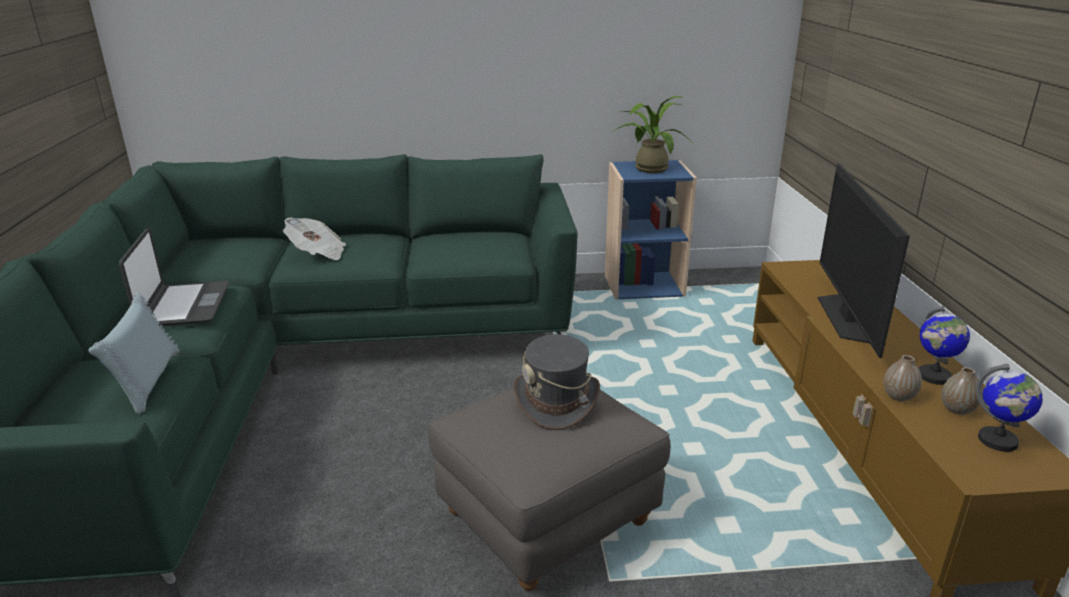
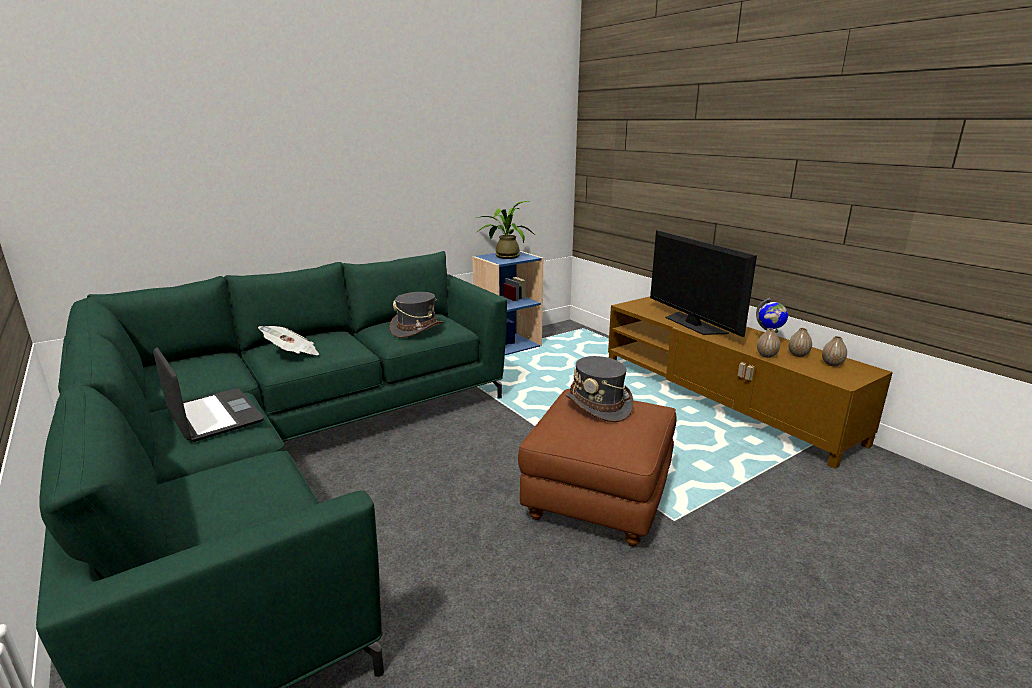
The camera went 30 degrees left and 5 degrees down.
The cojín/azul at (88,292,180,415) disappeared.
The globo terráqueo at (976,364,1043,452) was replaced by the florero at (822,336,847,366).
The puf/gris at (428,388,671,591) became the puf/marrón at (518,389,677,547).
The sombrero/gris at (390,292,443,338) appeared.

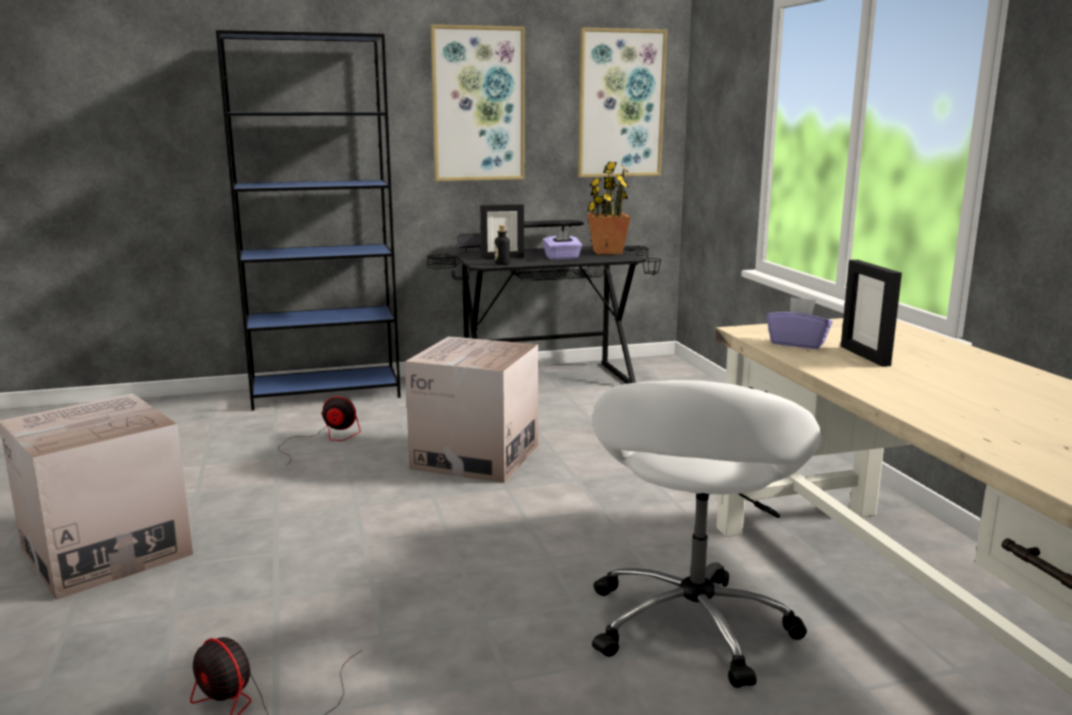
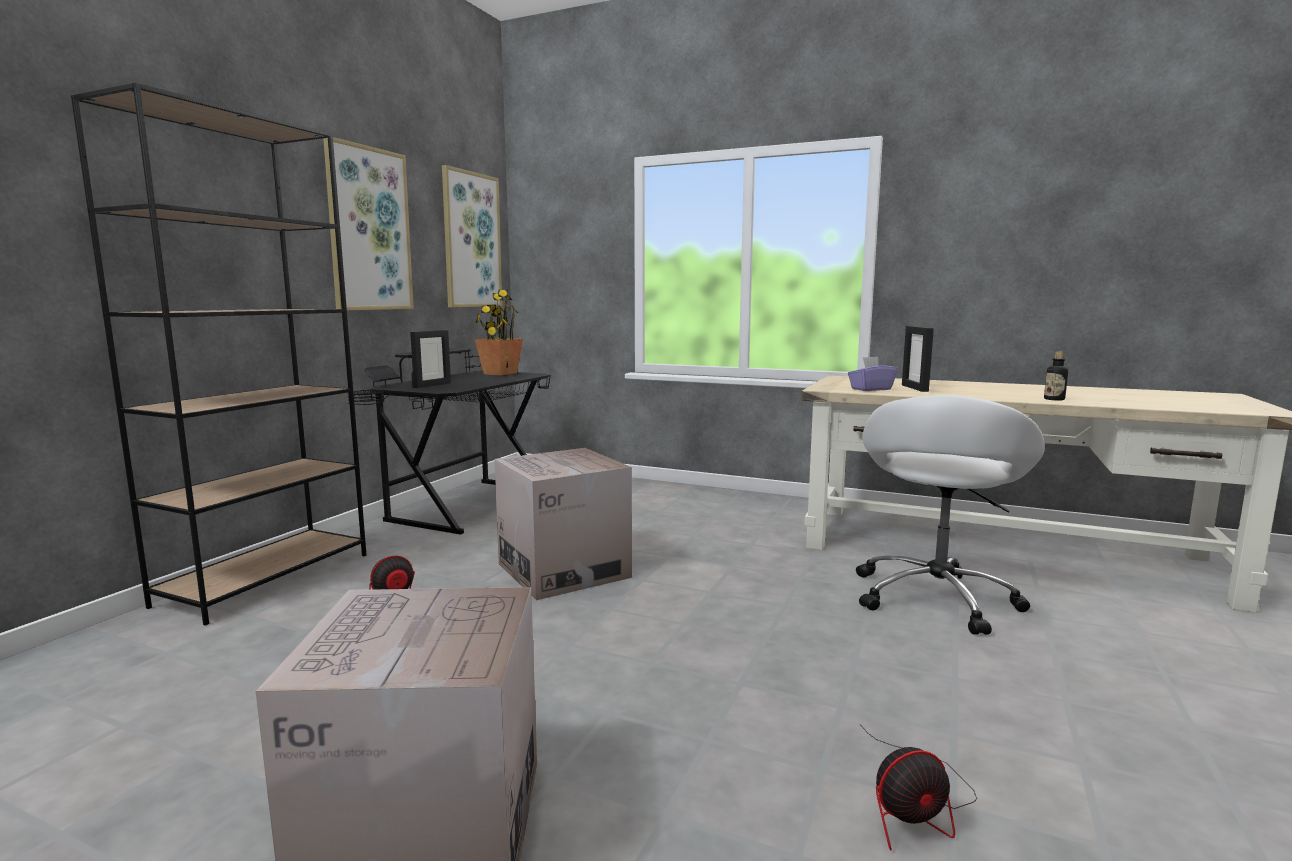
The camera went 50 degrees left and 5 degrees down.
The estantería/azul at (216,30,401,411) became the estantería/beis at (71,83,366,626).
The botella moved from (495,225,510,265) to (1044,351,1068,401).
The caja de pañuelos/morado at (543,231,582,260) disappeared.
The portarretratos at (841,260,902,367) turned 60 degrees clockwise.
The silla de oficina/blanco at (592,380,821,688) turned 60 degrees clockwise.

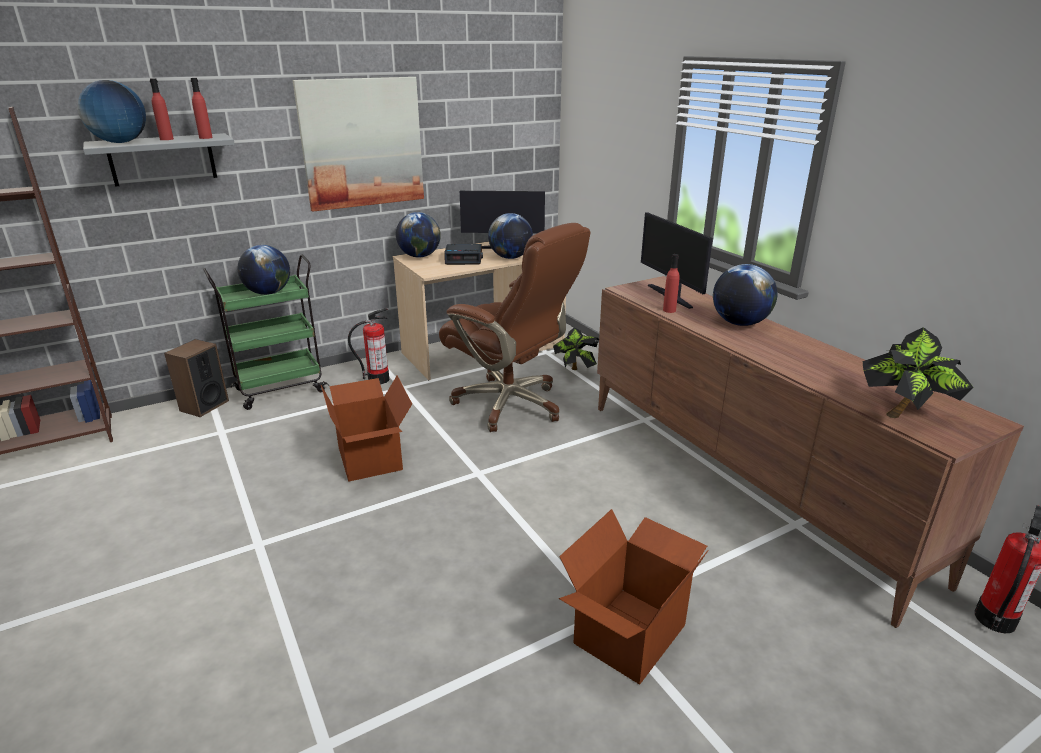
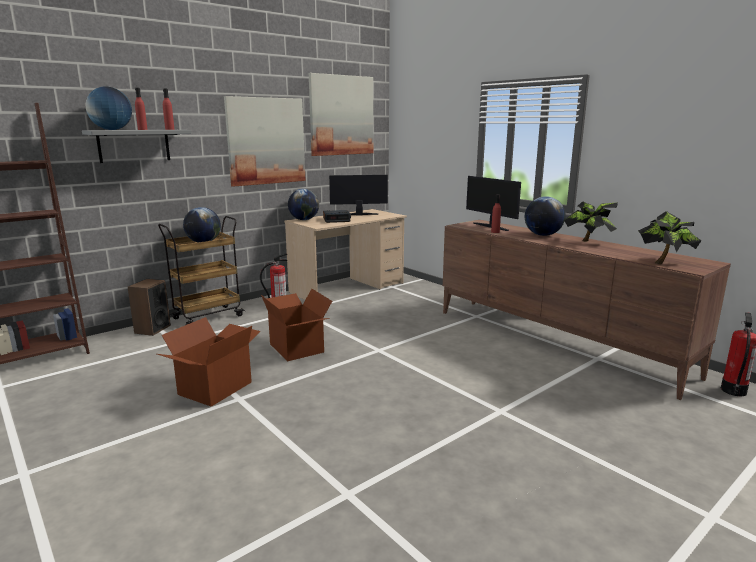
The camera went 10 degrees left and 10 degrees down.
The globo terráqueo at (488,213,533,259) disappeared.
The silla de oficina/marrón at (439,223,590,432) disappeared.
The carrito/verde at (203,255,328,410) became the carrito/marrón at (158,216,246,325).
The planta en maceta moved from (553,327,599,370) to (564,201,618,242).
The caja de cartón moved from (559,509,709,685) to (157,317,261,407).
The cuadro at (309,73,373,156) appeared.

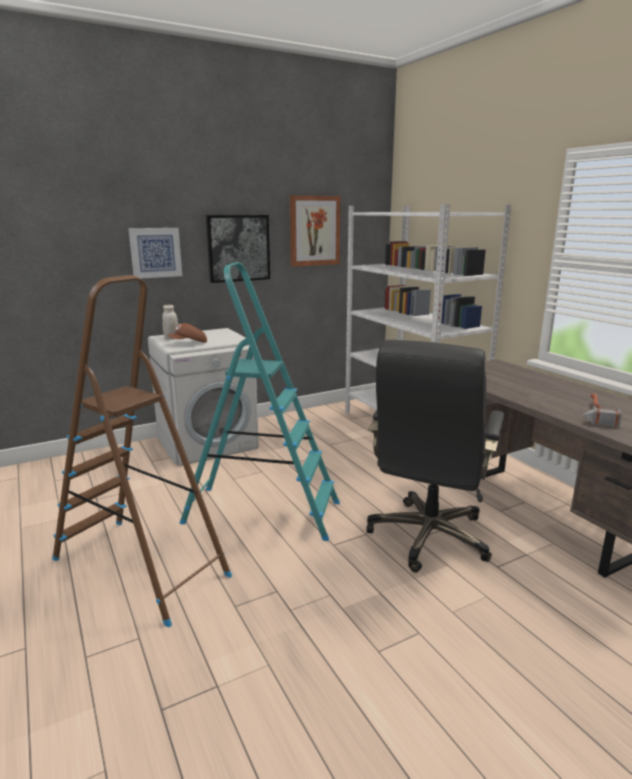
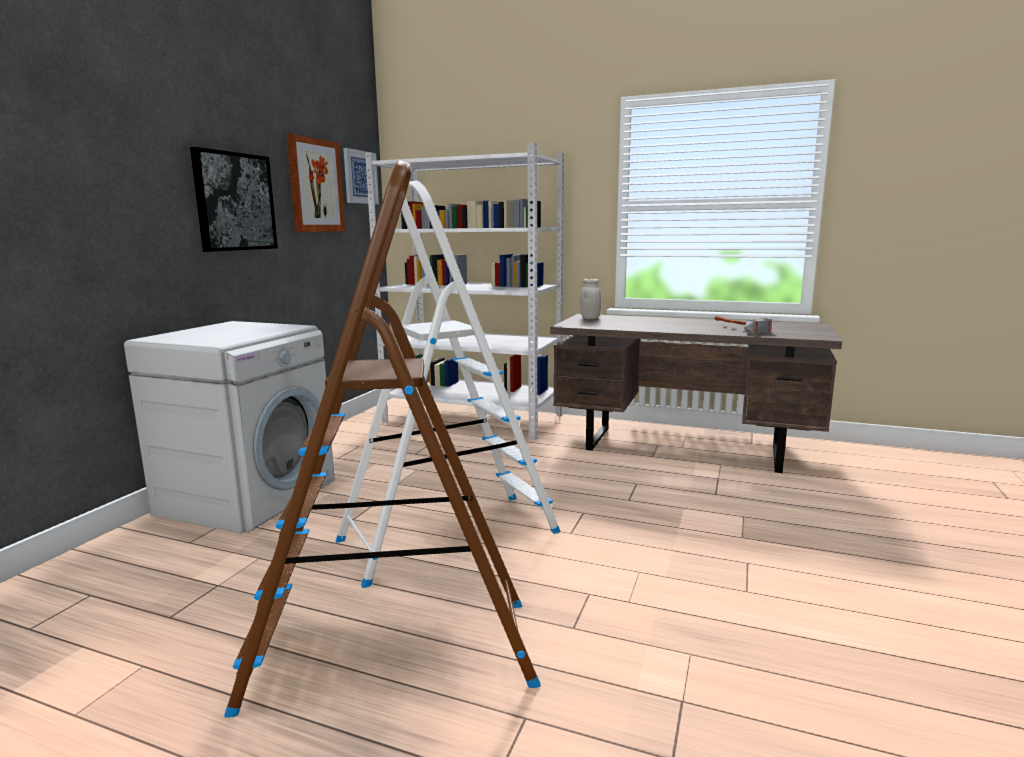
The camera went 40 degrees left and 5 degrees down.
The cuadro moved from (129,228,182,279) to (343,148,379,204).
The escalera de tijera/turquesa at (180,262,340,541) became the escalera de tijera/blanco at (336,181,561,588).
The tarro/blanco moved from (162,305,178,339) to (580,278,601,319).
The gorra/marrón at (167,323,207,343) disappeared.
The silla de oficina/negro at (366,340,504,573) disappeared.

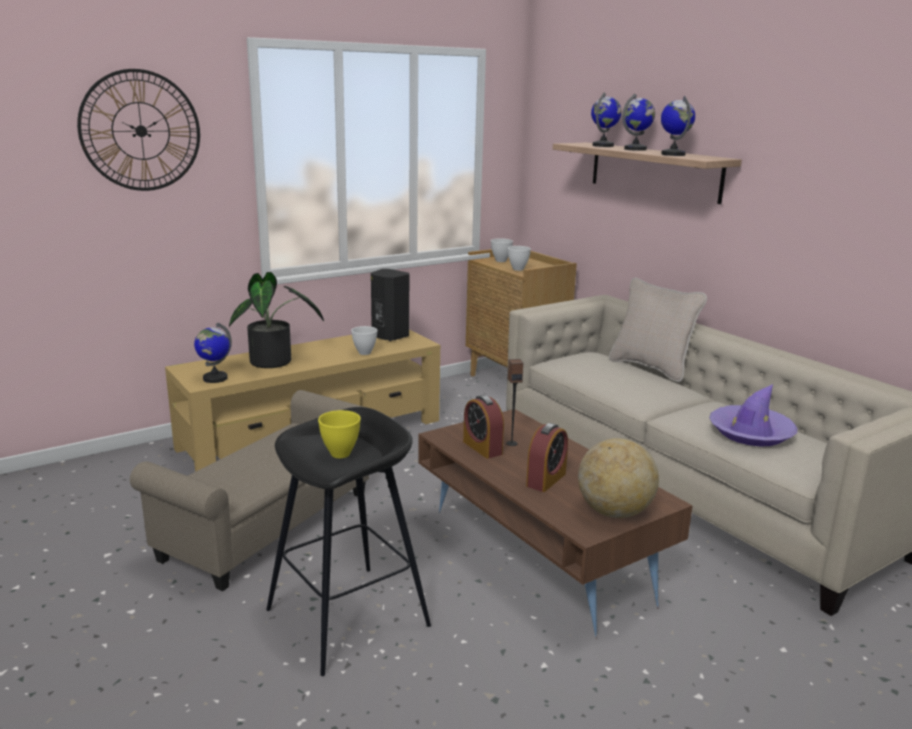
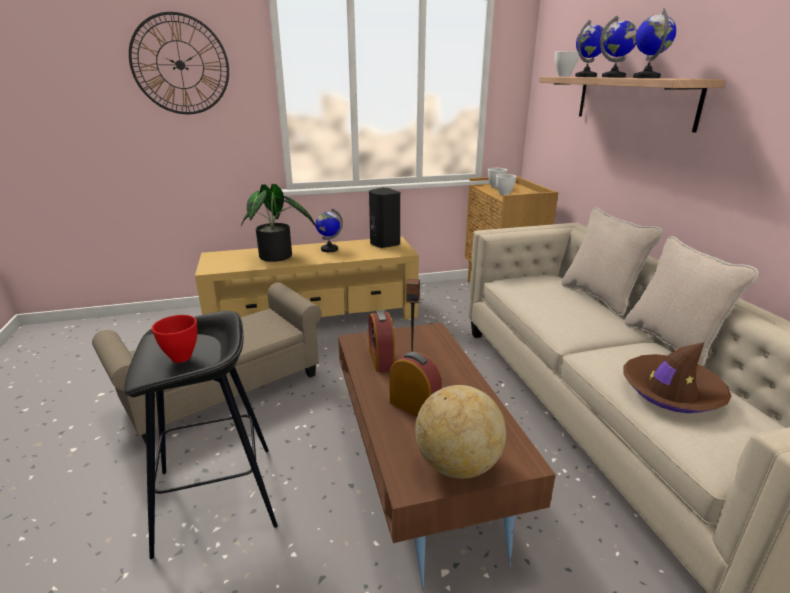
The camera went 20 degrees right and 5 degrees up.
The globo terráqueo moved from (194,323,232,383) to (316,209,343,252).
The cuenco/blanco moved from (351,326,378,355) to (555,51,579,76).
The sombrero/morado at (709,384,797,446) became the sombrero/marrón at (623,342,731,413).
The cuenco/amarillo at (318,410,361,458) became the cuenco/rojo at (152,315,197,363).
The despertador at (526,423,568,492) turned 105 degrees counterclockwise.
The cojín/beis at (624,236,759,367) appeared.

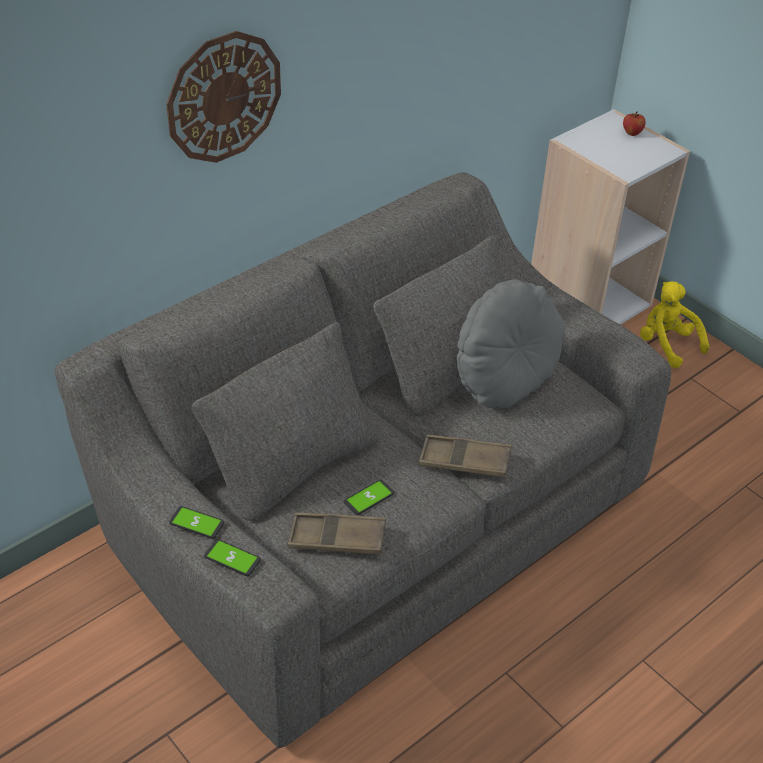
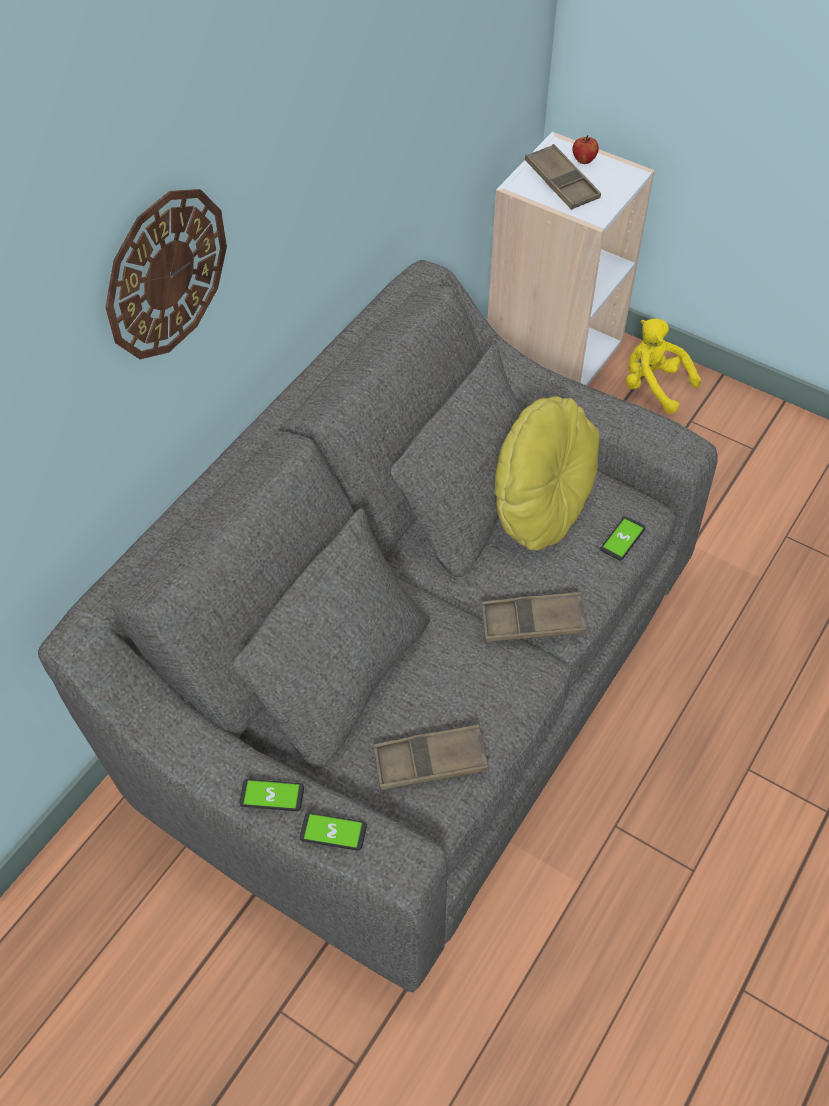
The camera went 15 degrees left and 10 degrees up.
The cojín/gris at (457,279,566,408) became the cojín/amarillo at (495,396,600,551).
The móvil moved from (344,479,394,515) to (600,517,645,561).
The bandeja/marrón at (525,144,601,210) appeared.

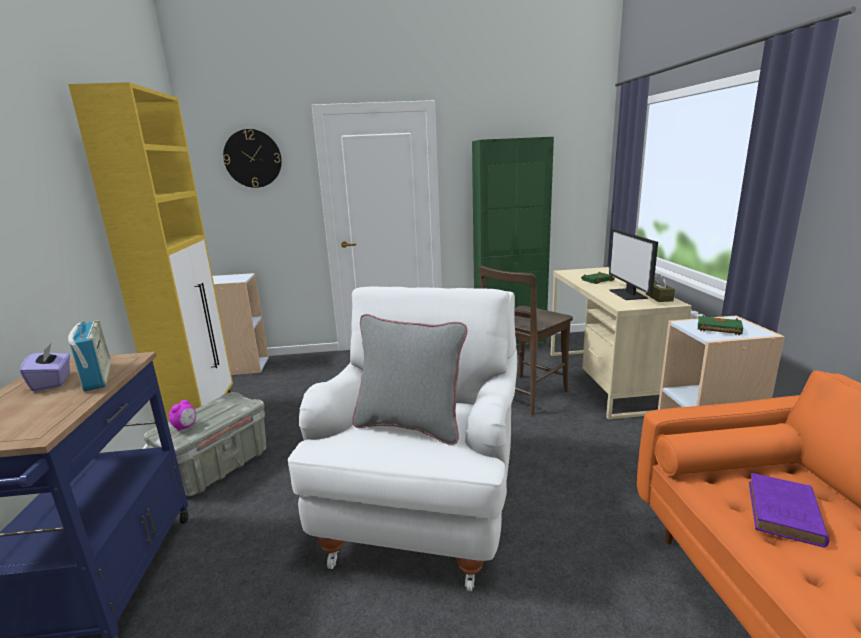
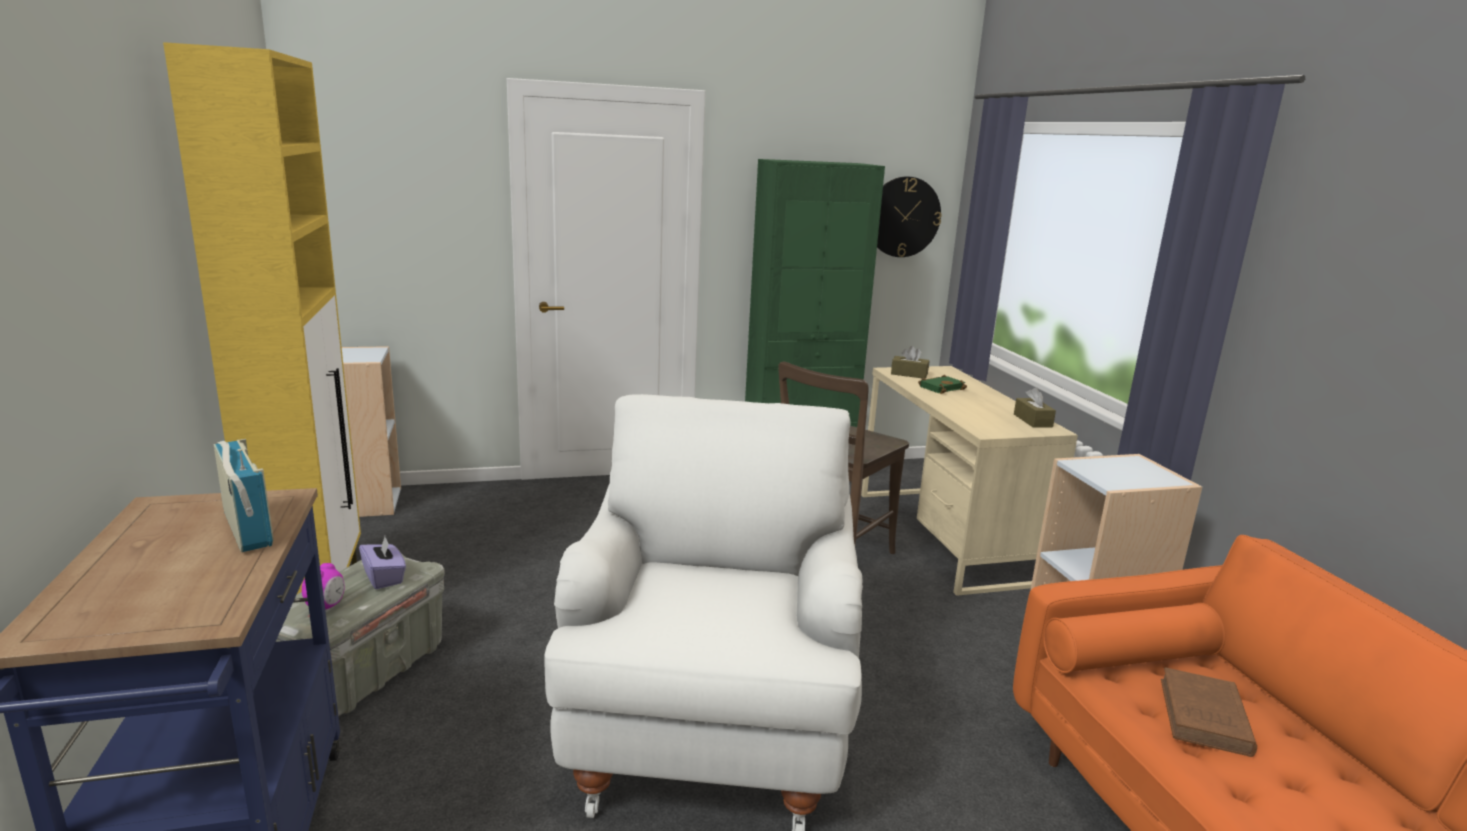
The camera went 10 degrees left and 0 degrees up.
The reloj de pared moved from (223,129,282,188) to (877,176,942,257).
The monitor at (609,229,658,300) disappeared.
The cojín/gris at (352,314,468,445) disappeared.
The libro/verde at (698,315,743,335) disappeared.
The caja de pañuelos/morado moved from (20,344,70,392) to (359,537,406,589).
The libro/morado at (749,473,829,548) became the libro/marrón at (1161,668,1257,757).
The caja de pañuelos/marrón at (891,346,929,379) appeared.

